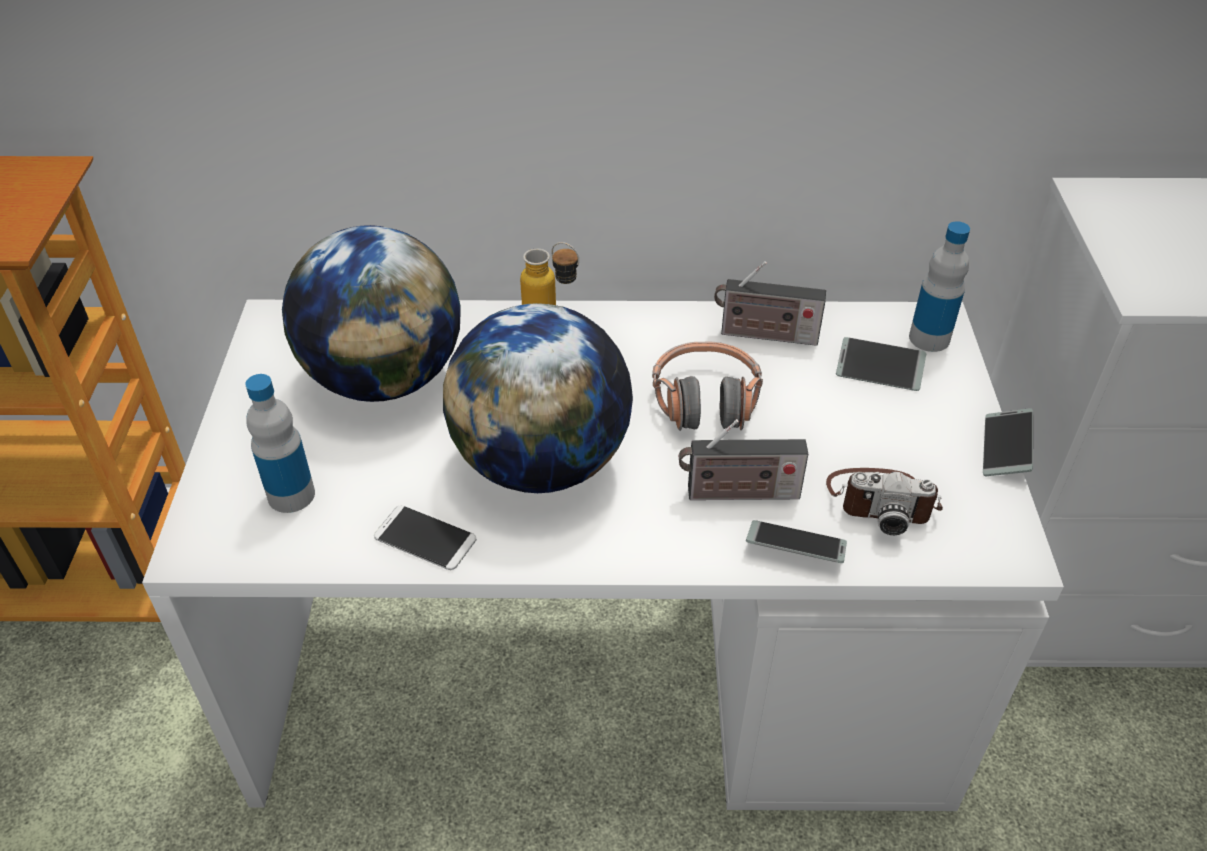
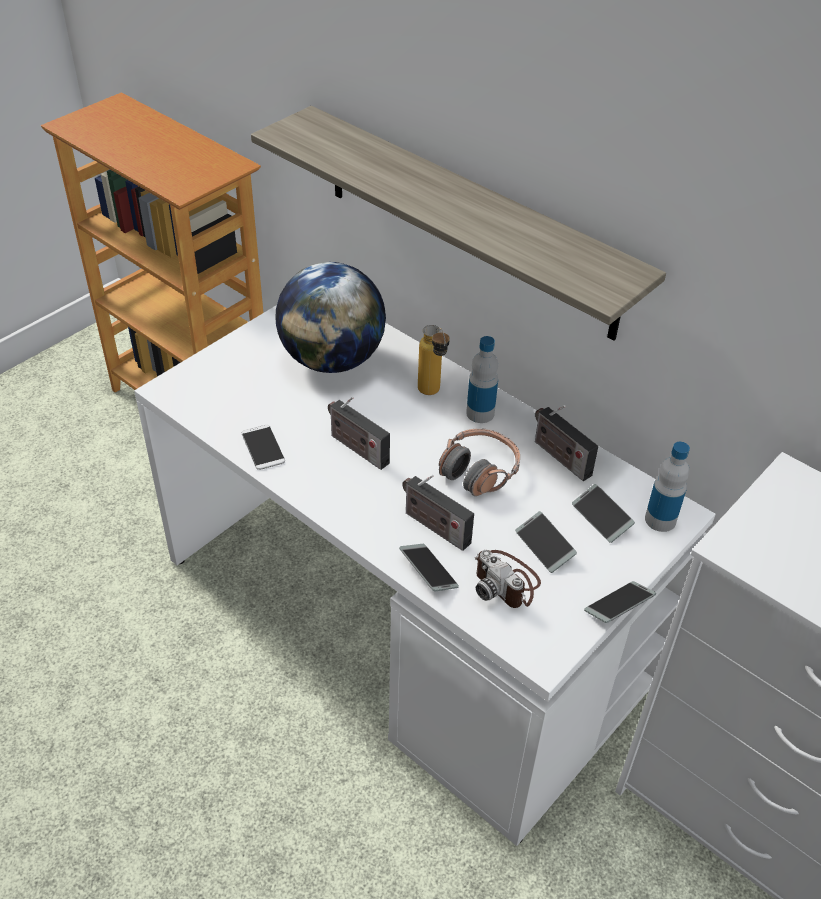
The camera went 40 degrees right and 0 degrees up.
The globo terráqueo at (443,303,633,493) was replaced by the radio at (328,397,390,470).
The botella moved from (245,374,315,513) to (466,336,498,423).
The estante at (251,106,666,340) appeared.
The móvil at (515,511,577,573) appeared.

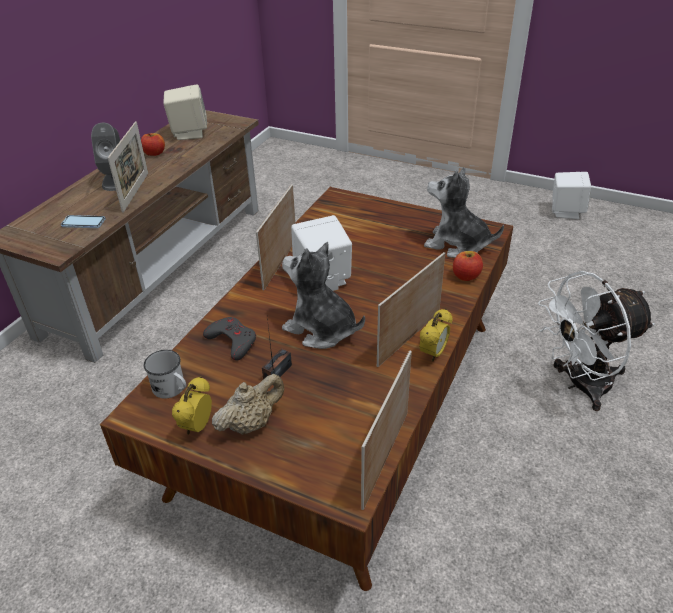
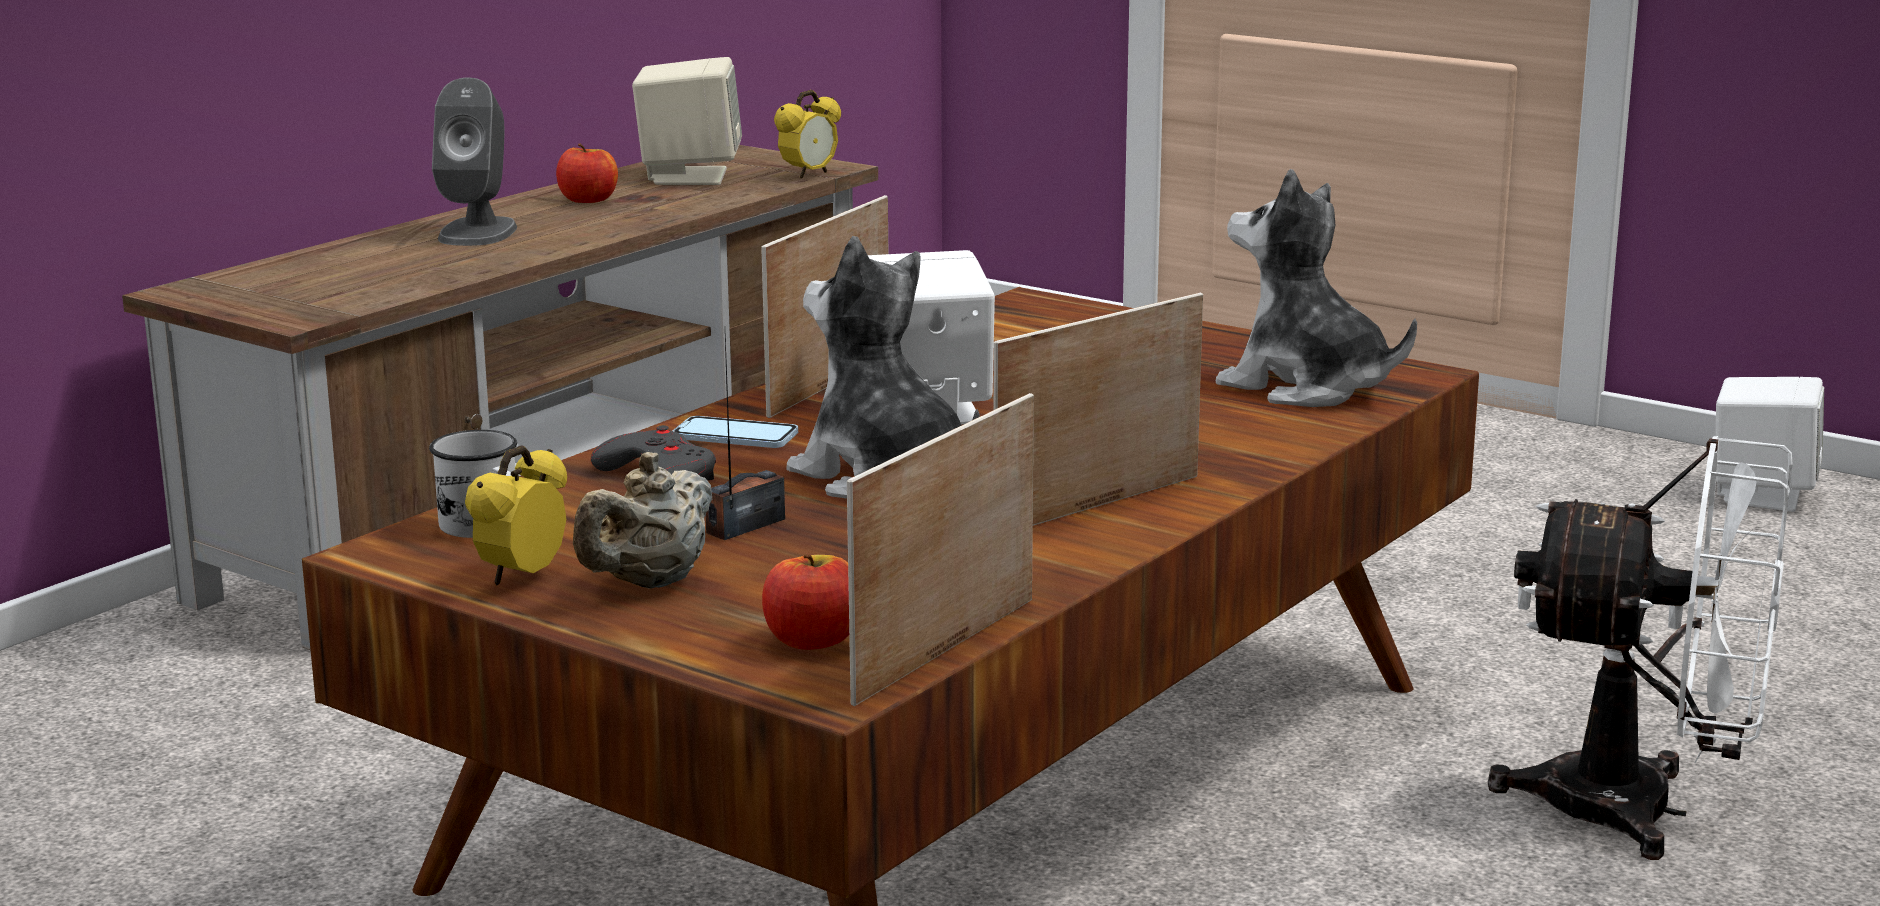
The camera went 10 degrees right and 20 degrees down.
The portarretratos at (108,121,148,213) disappeared.
The móvil moved from (61,215,105,228) to (673,416,798,448).
The manzana moved from (453,251,483,281) to (762,554,849,650).
The ventilador/blanco at (538,271,655,411) turned 150 degrees counterclockwise.
The despertador moved from (419,309,452,362) to (774,90,841,178).
The tetera/beis at (212,374,285,435) turned 150 degrees clockwise.

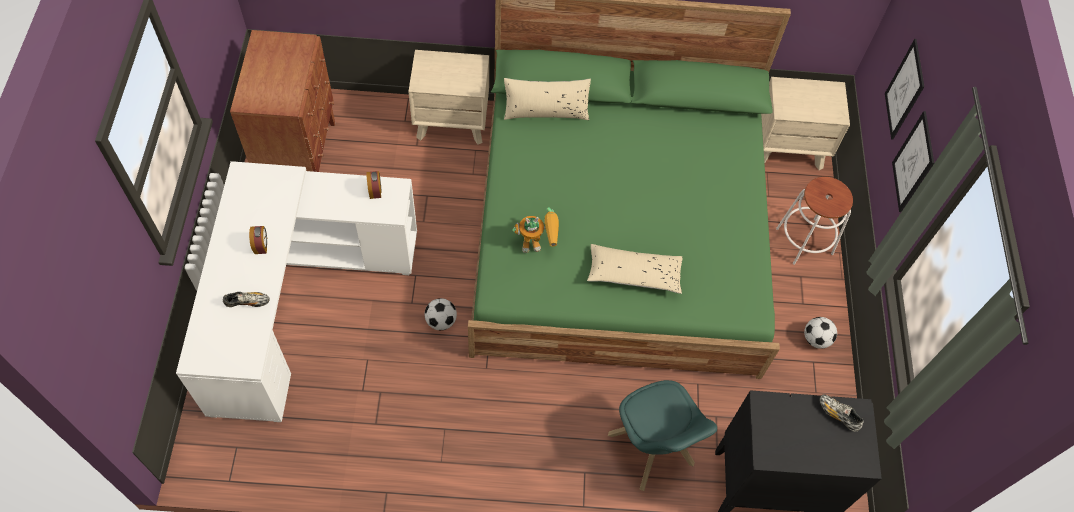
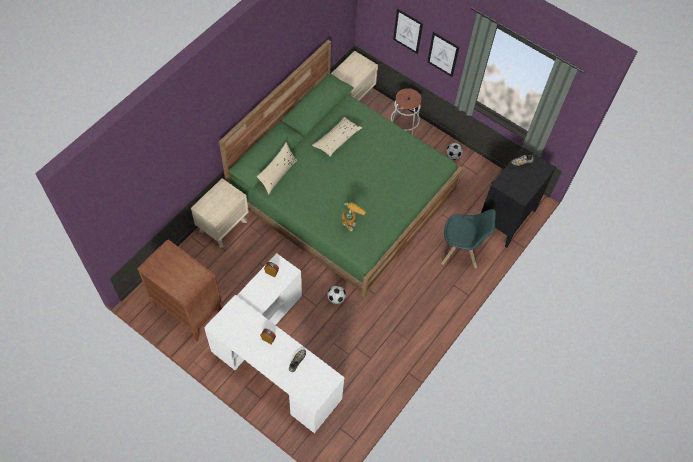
The camera went 55 degrees left and 0 degrees up.
The cojín/beis moved from (587,244,683,294) to (312,117,363,156).

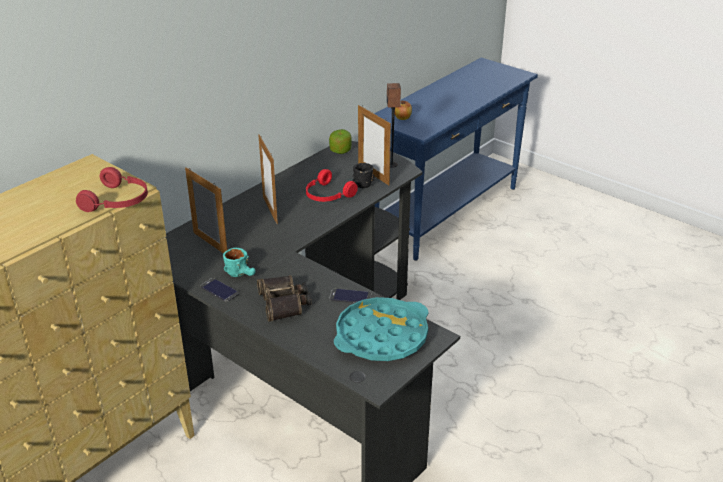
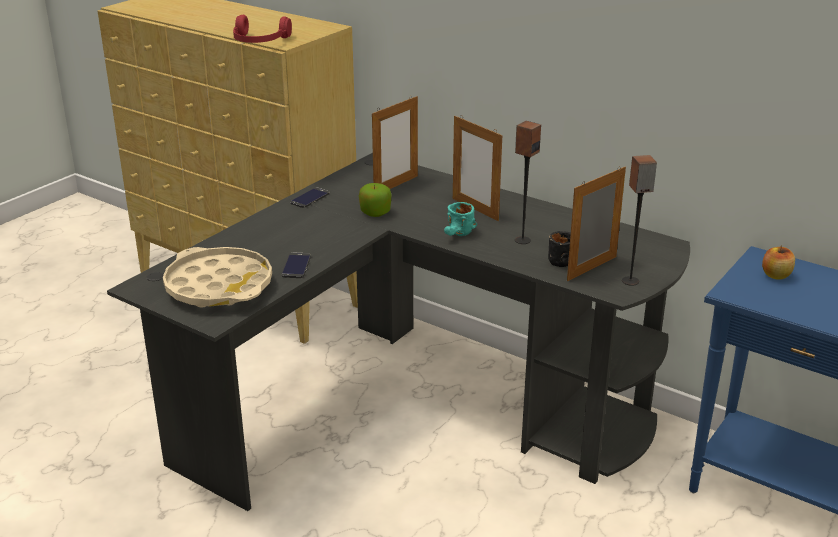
The camera went 85 degrees right and 5 degrees down.
The manzana moved from (329,129,352,154) to (359,183,391,217).
The portarretratos at (258,134,278,224) turned 105 degrees counterclockwise.
The auriculares/rojo at (306,169,358,202) was replaced by the altavoz at (515,121,541,244).
The taza grande/turquesa moved from (223,248,256,277) to (444,202,477,236).
The prismáticos at (257,275,312,322) disappeared.
The bandeja/turquesa at (334,297,429,361) became the bandeja/beis at (163,247,272,308).

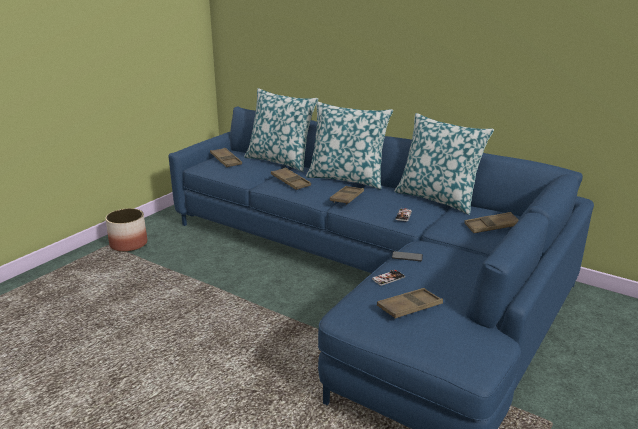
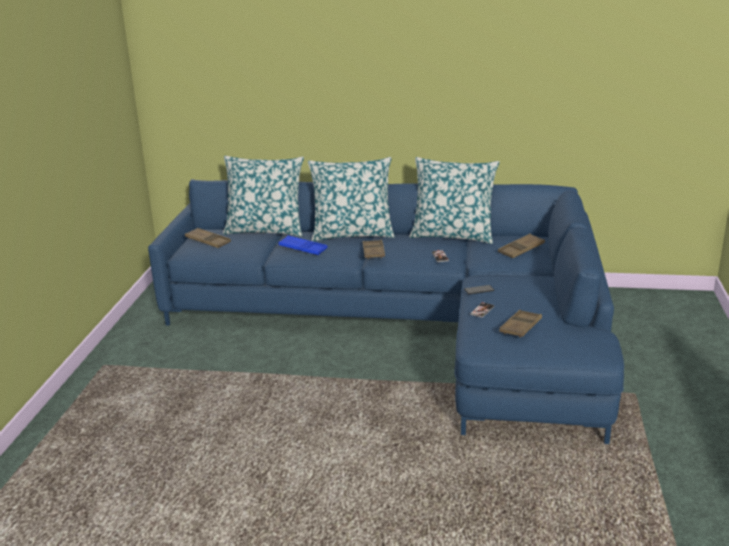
The camera went 25 degrees left and 0 degrees up.
The bandeja/marrón at (271,167,311,190) became the bandeja/azul at (279,235,327,255).
The maceta at (105,208,147,252) disappeared.

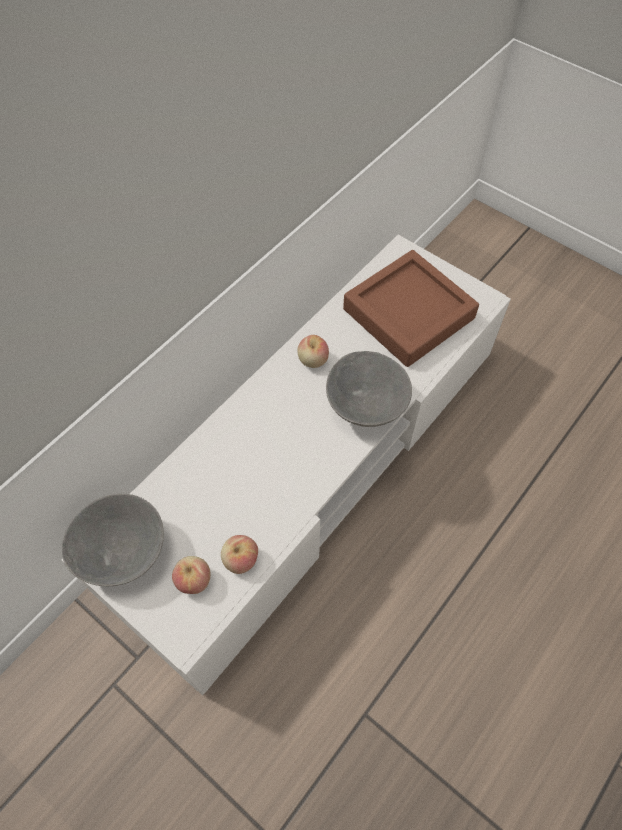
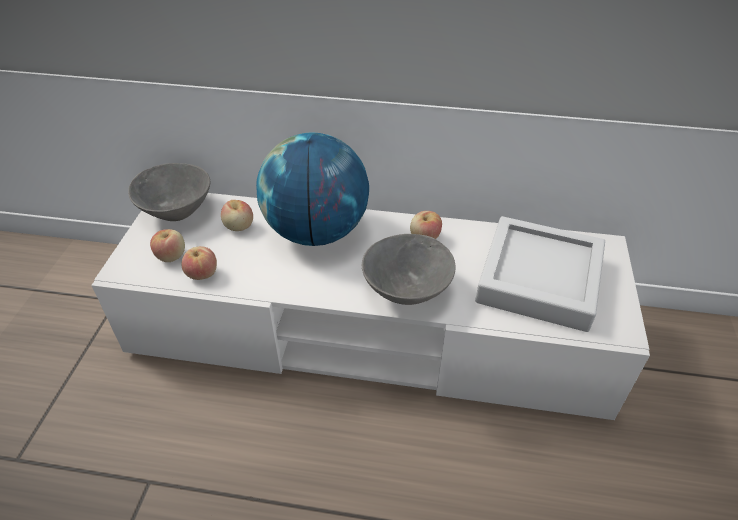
The camera went 60 degrees right and 15 degrees down.
The bandeja/marrón at (343,250,479,367) became the bandeja/gris at (475,216,605,332).
The globo terráqueo at (256,132,369,246) appeared.
The manzana at (221,200,253,231) appeared.

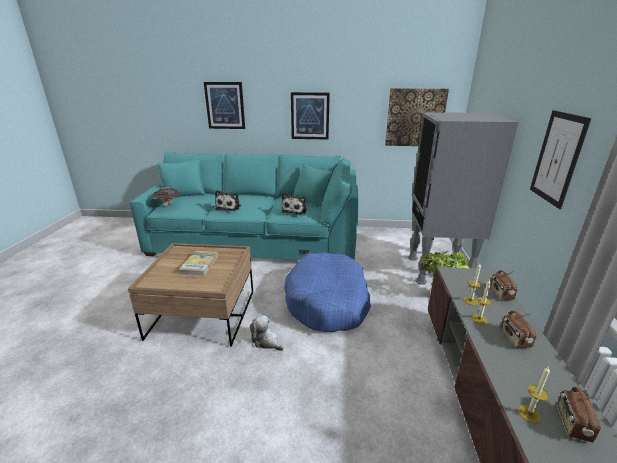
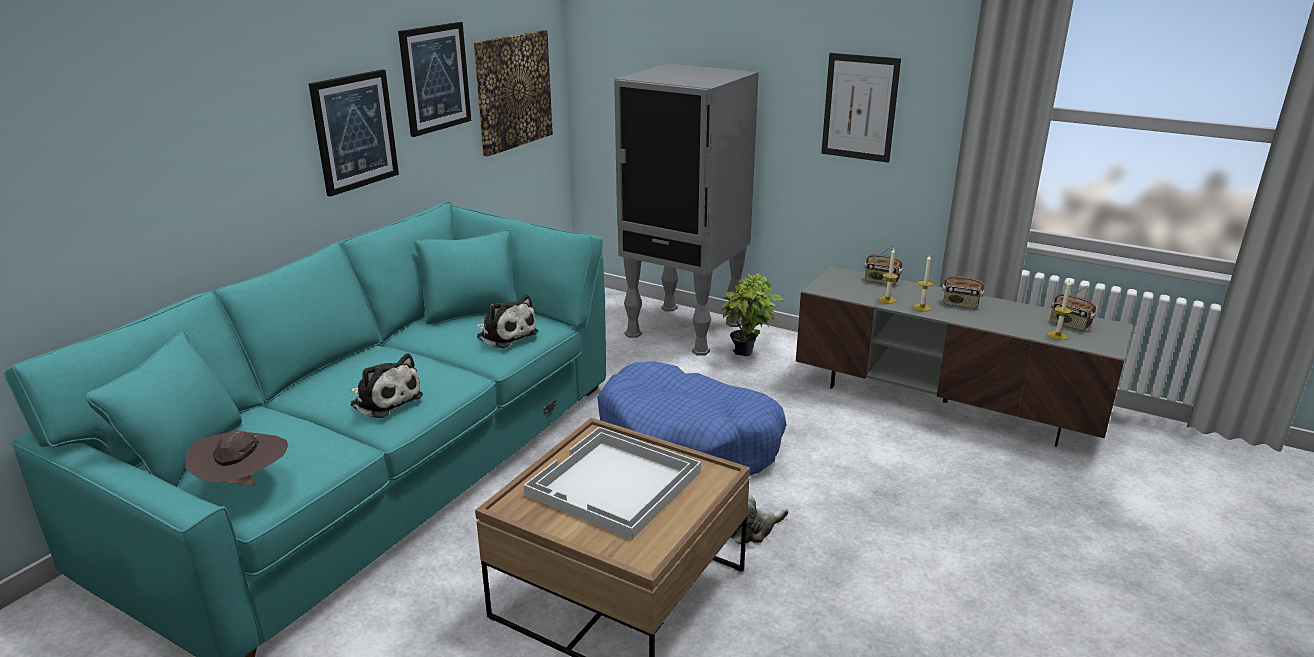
The camera went 65 degrees left and 0 degrees up.
The cuadro moved from (204,82,245,129) to (398,22,471,137).
The libro at (179,251,219,276) was replaced by the bandeja/blanco at (524,427,701,540).

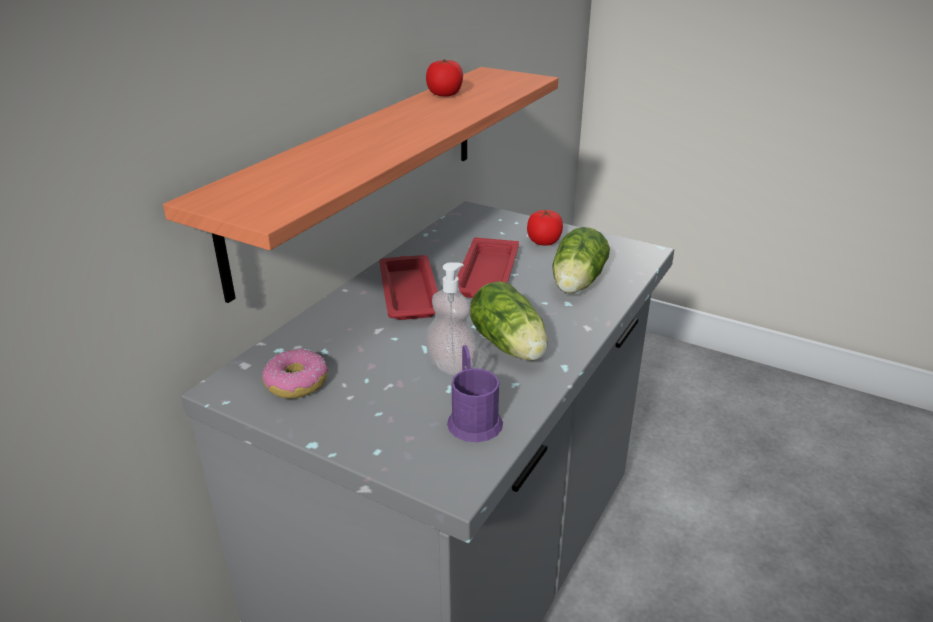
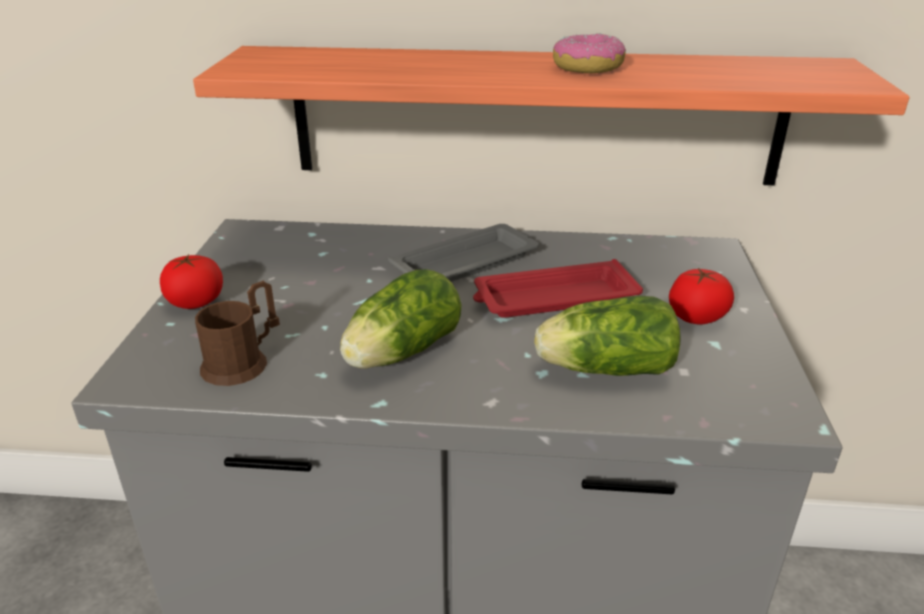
The camera went 65 degrees right and 0 degrees up.
The tomate moved from (426,59,463,97) to (160,254,223,309).
The bandeja/rojo at (379,255,438,320) became the bandeja/gris at (388,224,539,282).
The dispensador de jabón at (425,262,478,376) disappeared.
The taza grande/morado at (447,345,503,442) became the taza grande/marrón at (195,281,280,386).
The rosquilla moved from (262,348,328,399) to (553,33,626,73).

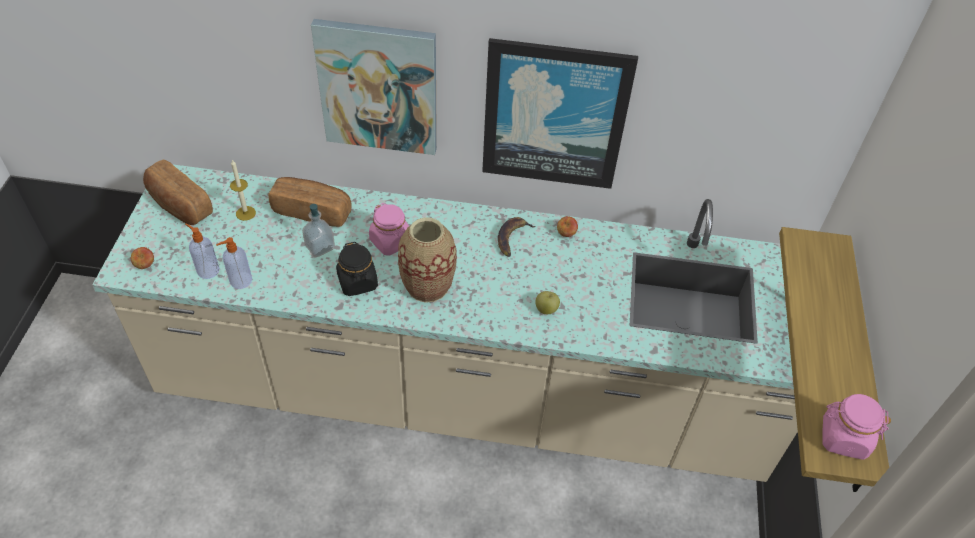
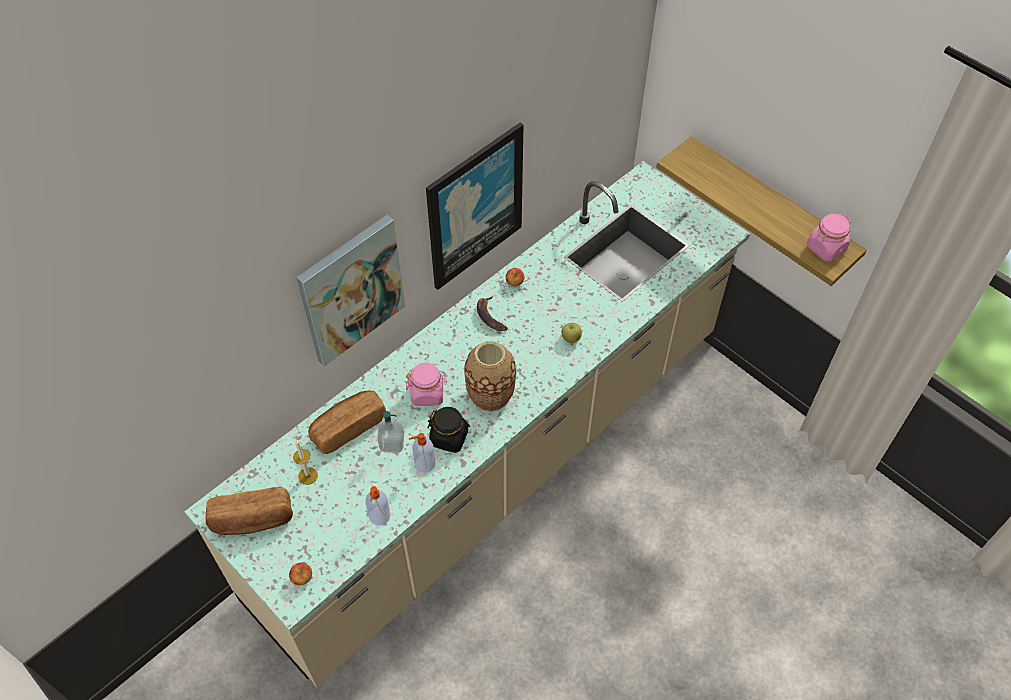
The camera went 50 degrees left and 5 degrees up.
The dispensador de jabón moved from (185,224,220,279) to (409,433,435,473).

